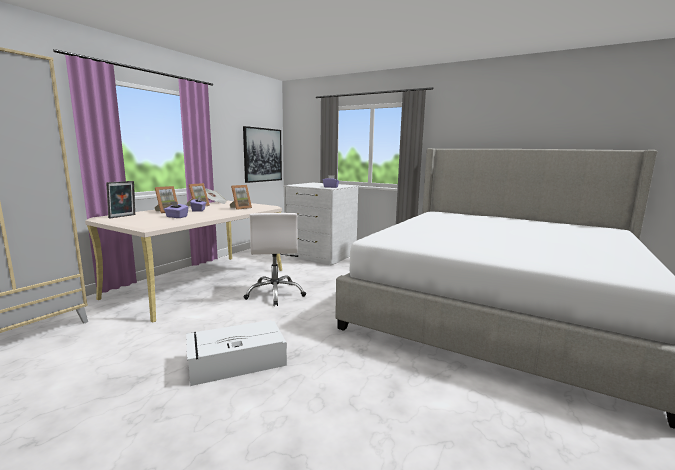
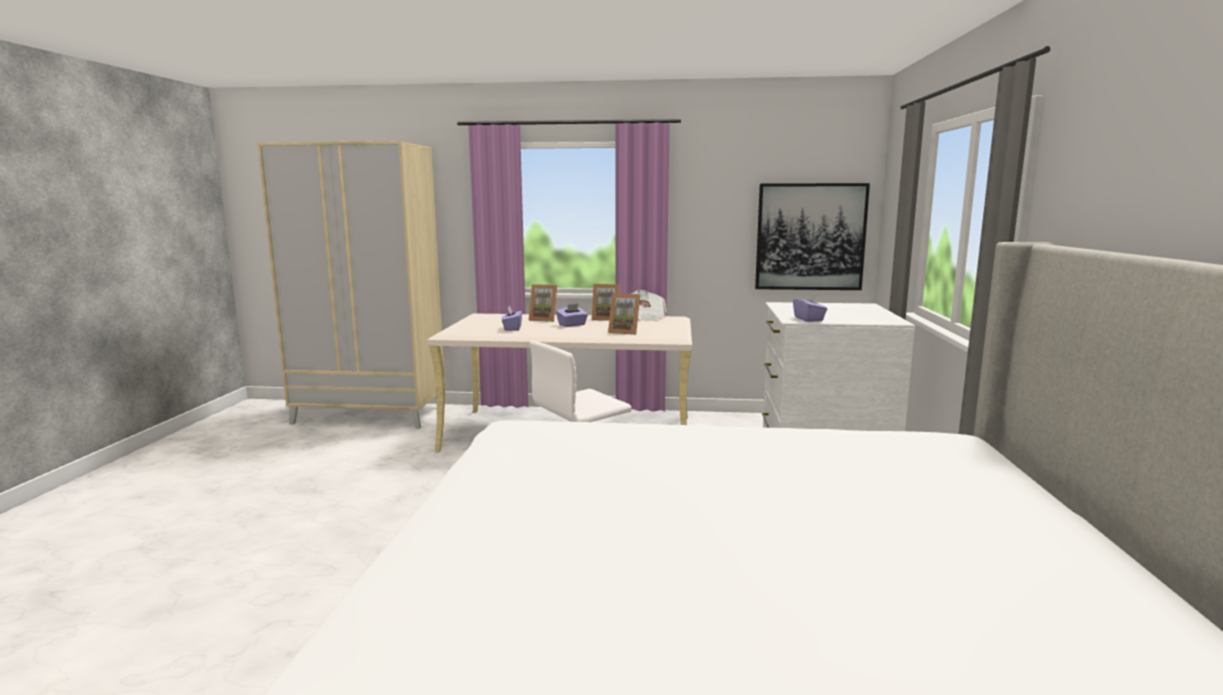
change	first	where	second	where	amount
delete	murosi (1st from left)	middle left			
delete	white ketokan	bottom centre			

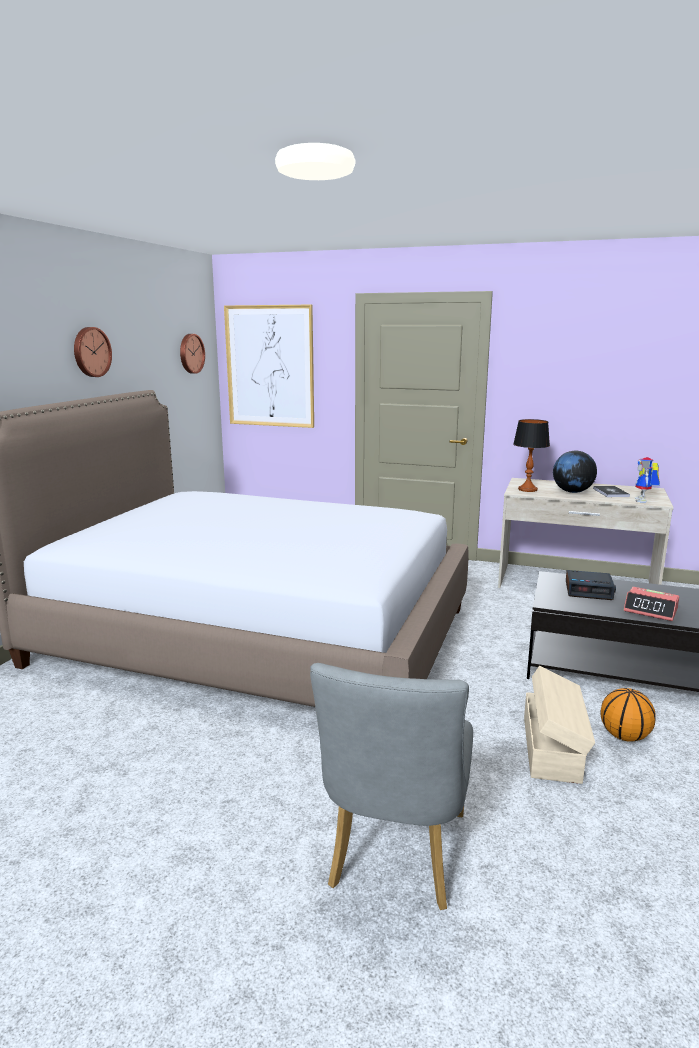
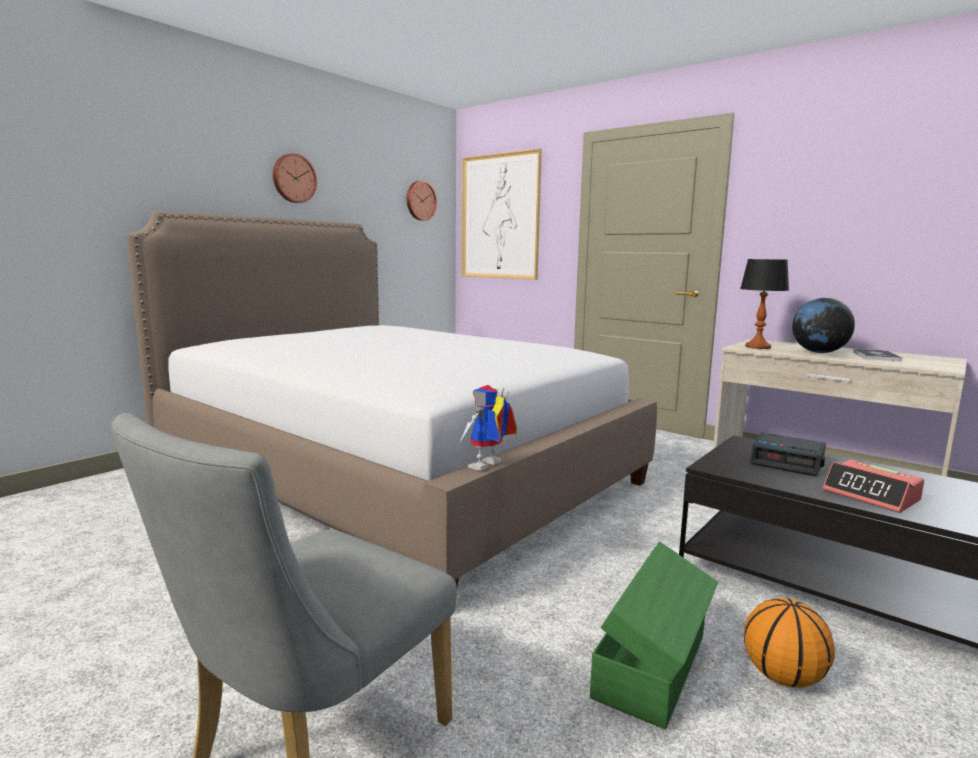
change	first	where	second	where	amount
recolor	beige ketokan	bottom right	green ketokan	bottom right	
move	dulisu	middle right		centre	

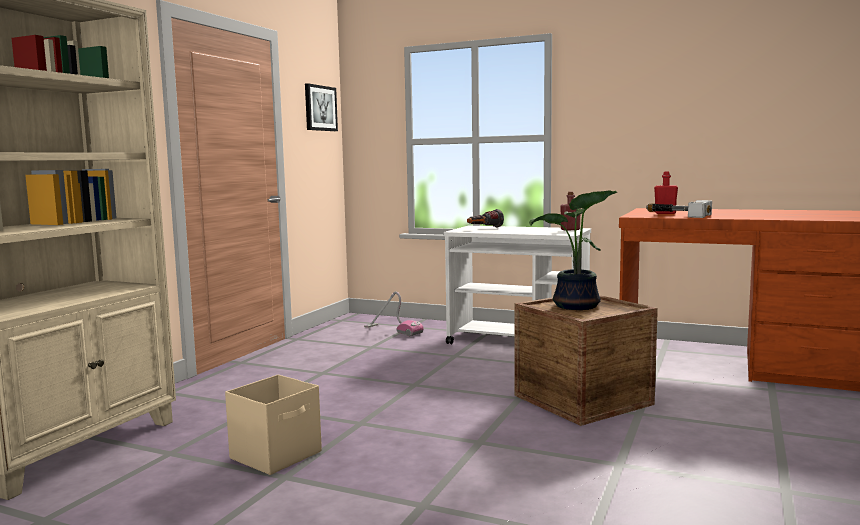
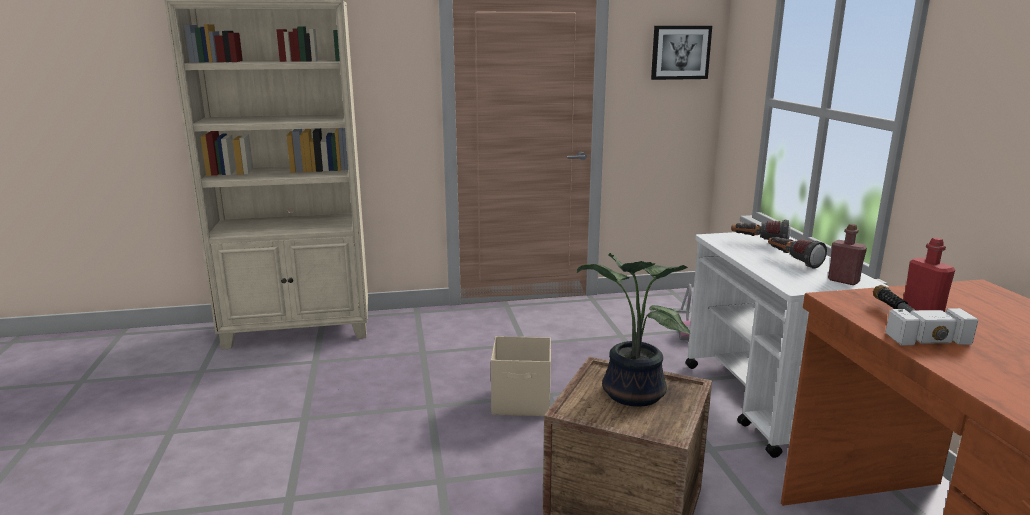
change	first	where	second	where	amount
move	beige ketokan	bottom left		bottom centre	
insert			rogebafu (2nd from left)	middle right	

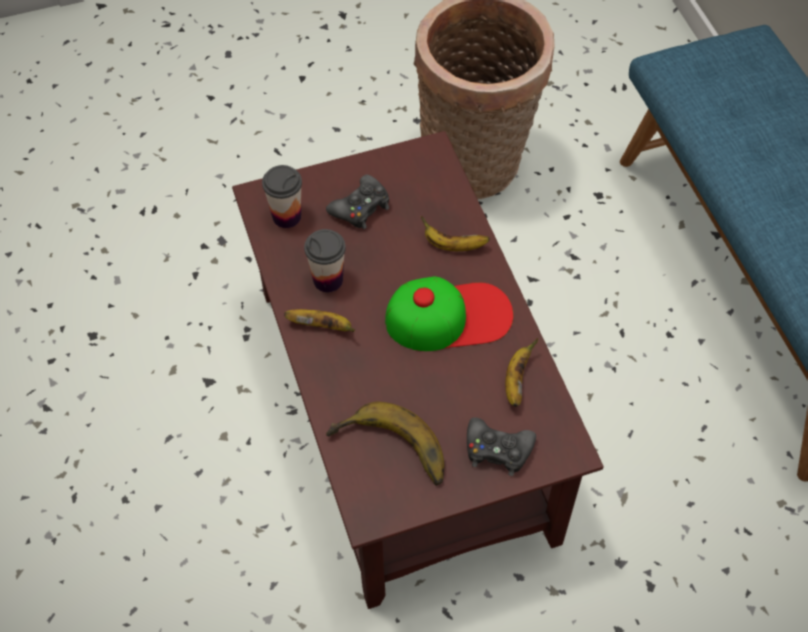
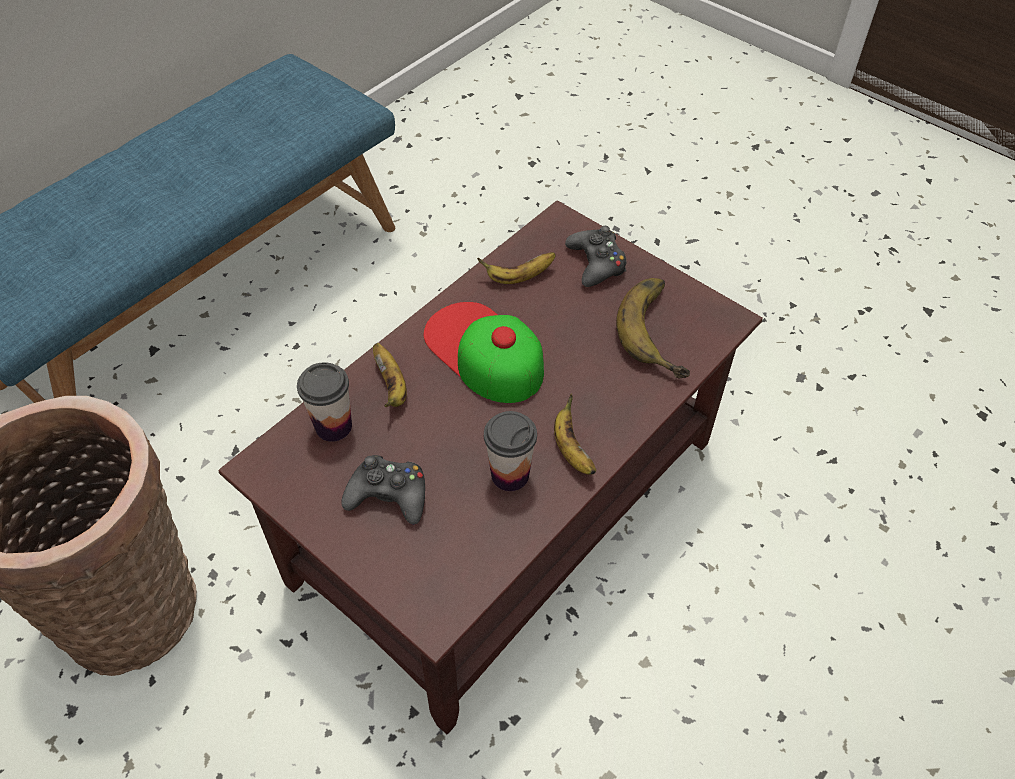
change	first	where	second	where	amount
move	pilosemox (1st from left)	top centre		middle left	

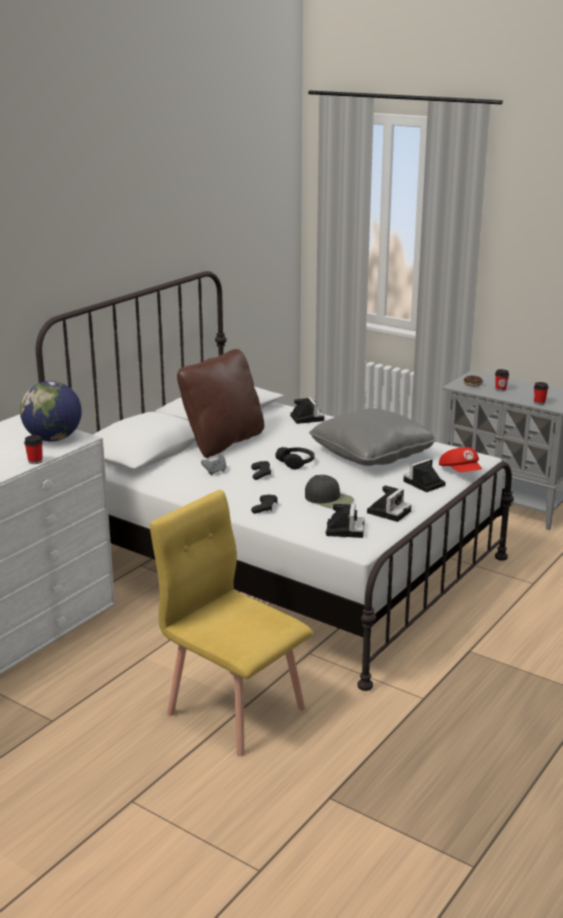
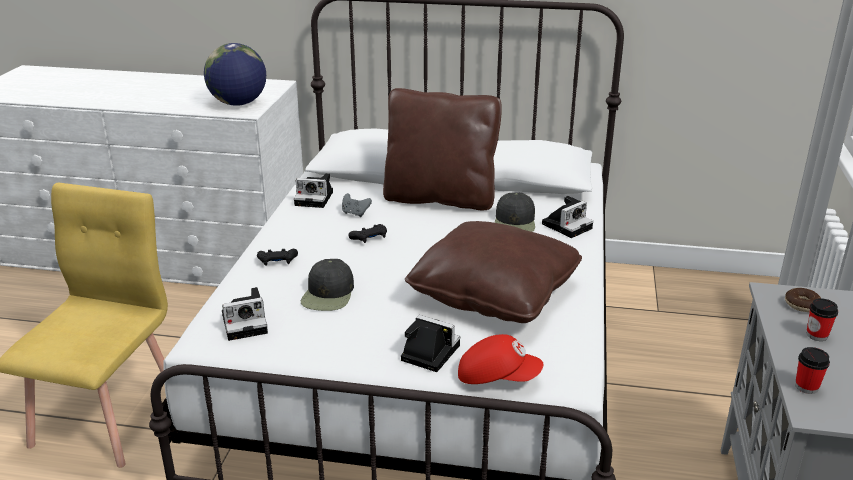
change	first	where	second	where	amount
delete	pilosemox (1st from left)	middle left			
delete	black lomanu	centre			
recolor	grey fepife	centre	brown fepife (2nd from left)	centre	
move	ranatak (3rd from left in the first image)	middle right	ranatak (2nd from left)	centre	
rotate	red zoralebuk	middle right		bottom centre	120 degrees counterclockwise
insert			black zoralebuk (2nd from left)	centre	

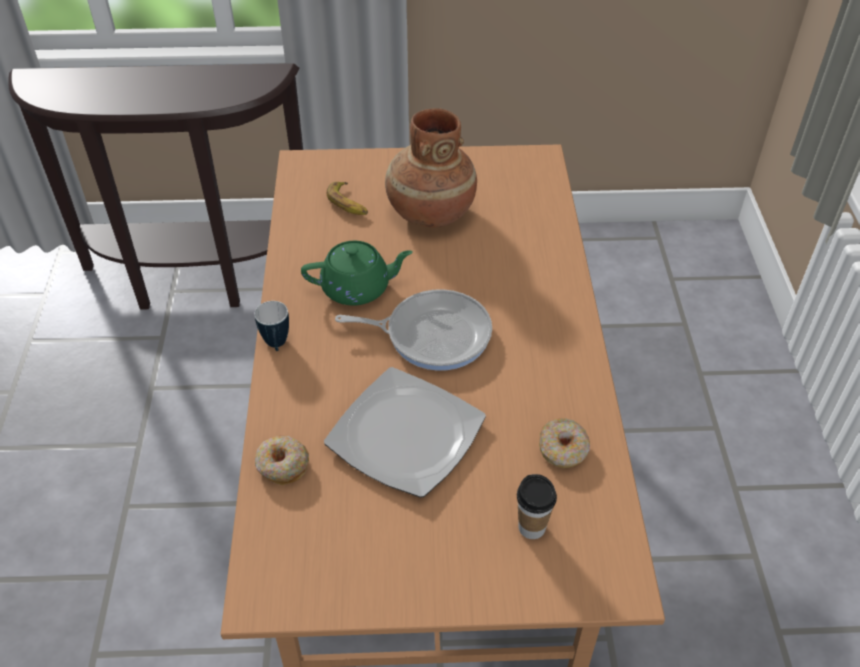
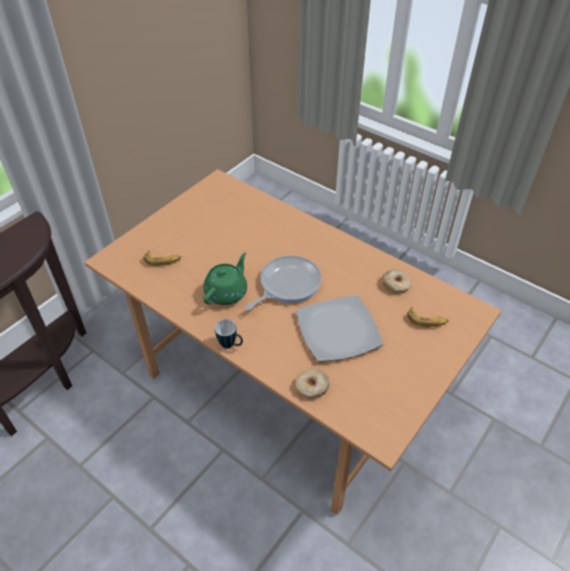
change	first	where	second	where	amount
delete	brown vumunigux	top centre			
replace	pilosemox	bottom centre	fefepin (2nd from left)	middle right	

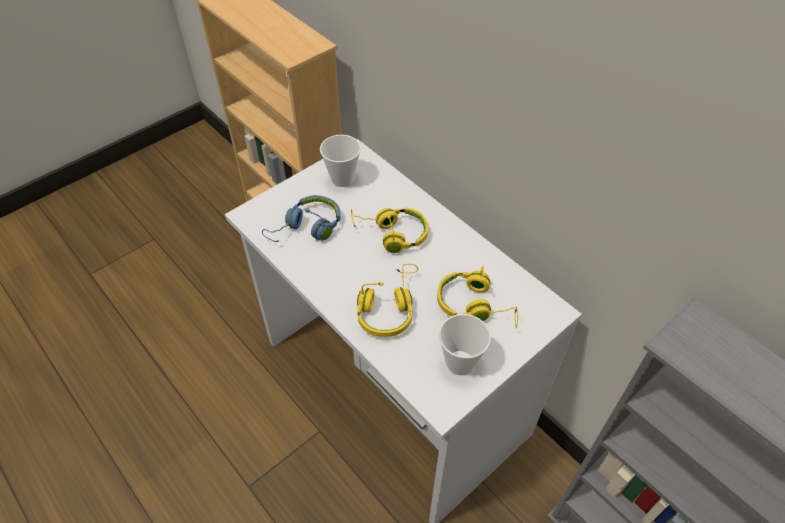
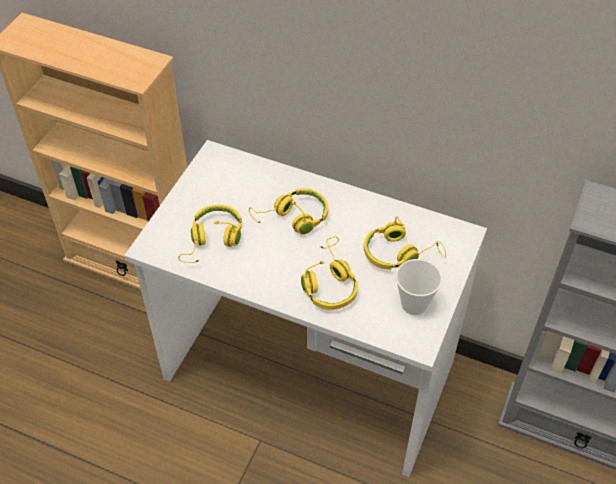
change	first	where	second	where	amount
recolor	blue lomanu	centre	yellow lomanu (1st from left)	centre	
delete	pilosemox (1st from left)	top centre			

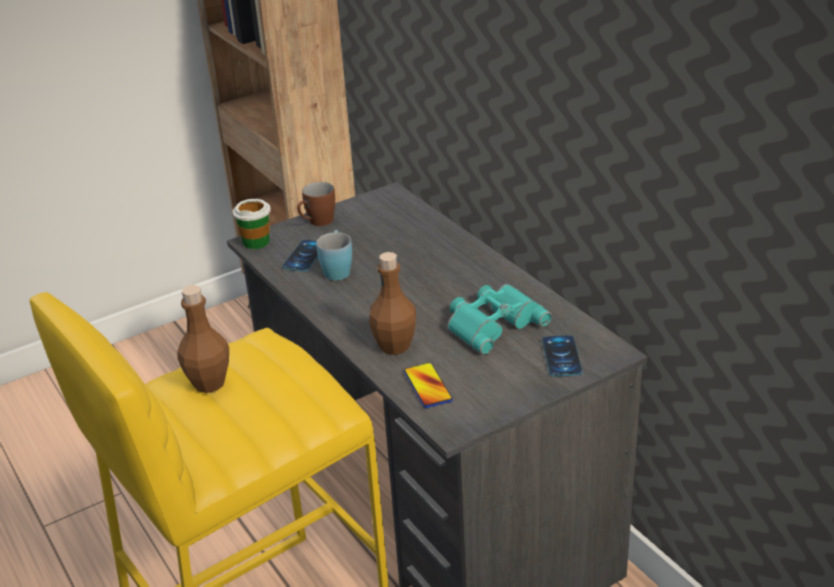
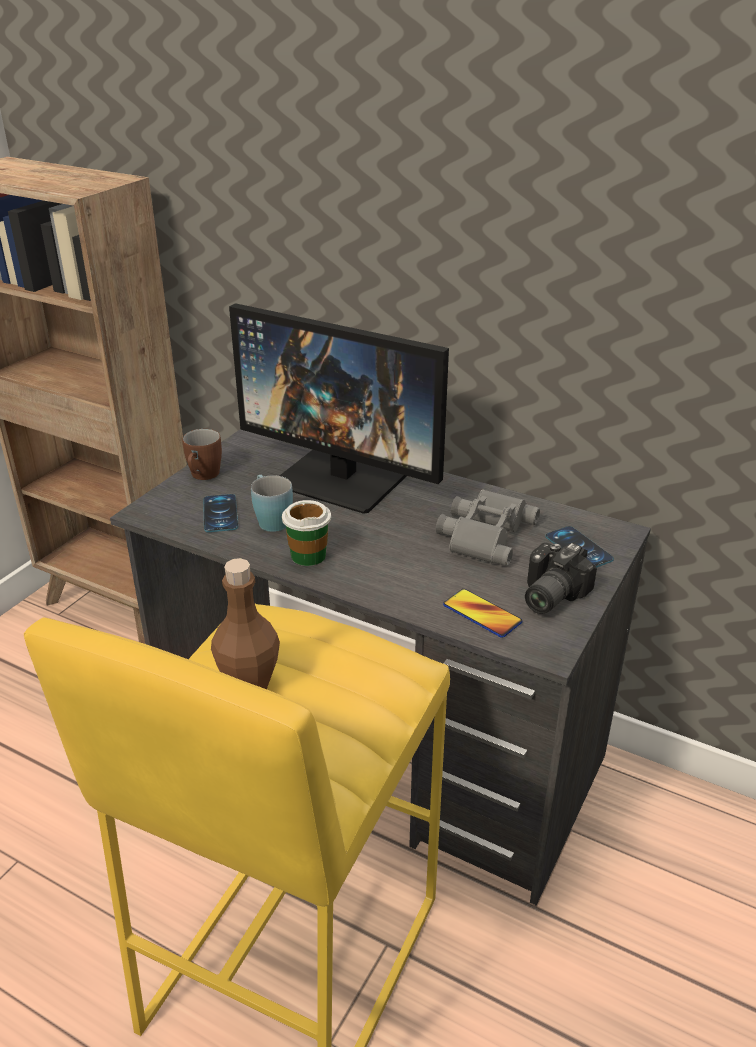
change	first	where	second	where	amount
move	pilosemox	middle left		centre	
delete	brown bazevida (2nd from left)	centre			
recolor	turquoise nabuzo	centre	grey nabuzo	centre	
insert			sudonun	centre	
insert			ranatak	middle right	

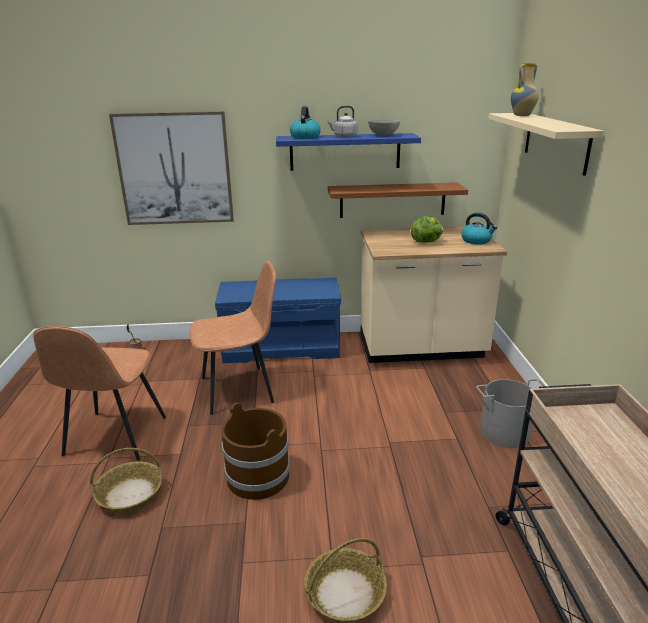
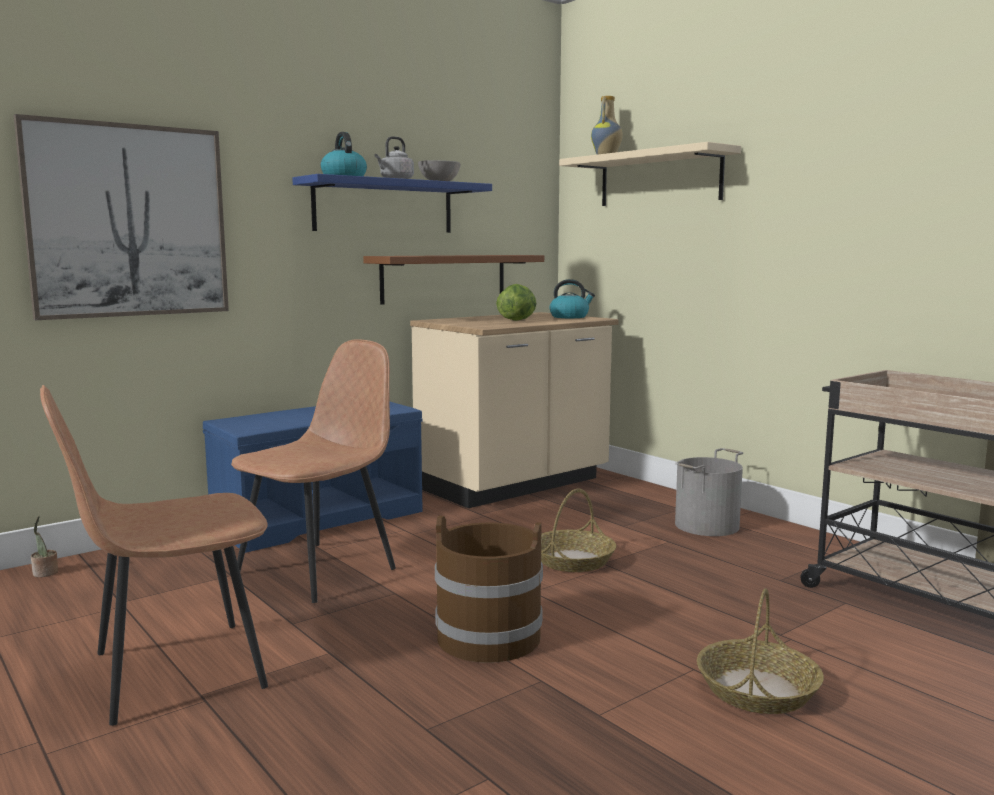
change	first	where	second	where	amount
rotate	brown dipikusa (1st from left)	middle left		bottom left	90 degrees clockwise
move	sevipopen (1st from left)	bottom left		bottom centre	

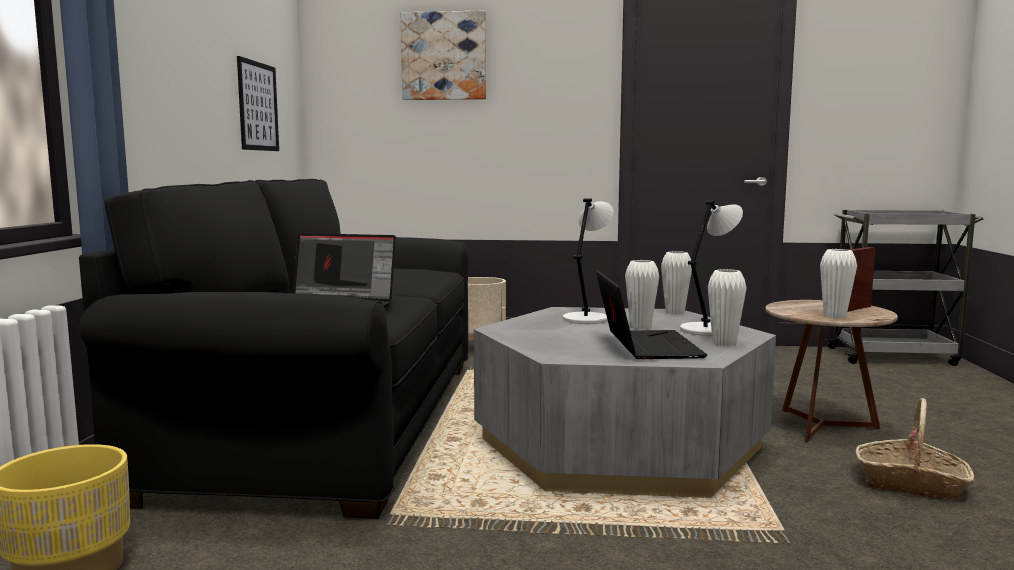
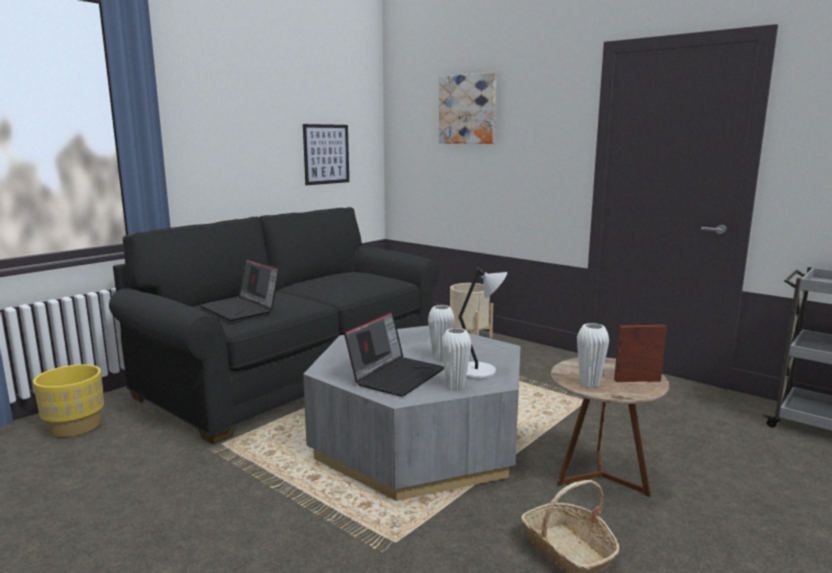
change	first	where	second	where	amount
delete	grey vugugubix (1st from left)	centre			
delete	white vumunigux (2nd from left)	middle right			

